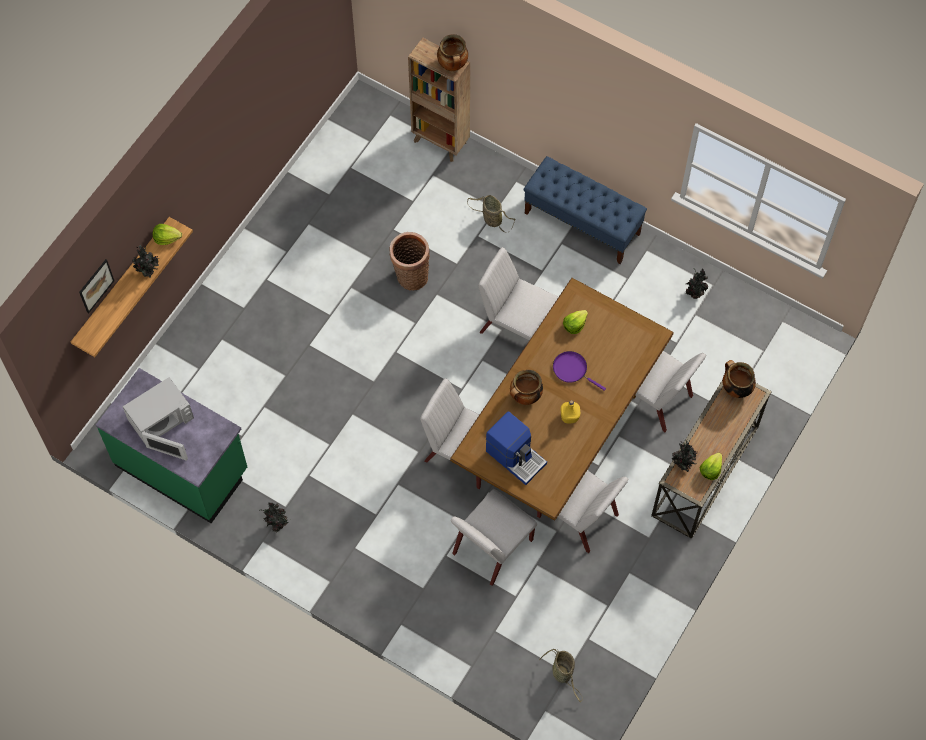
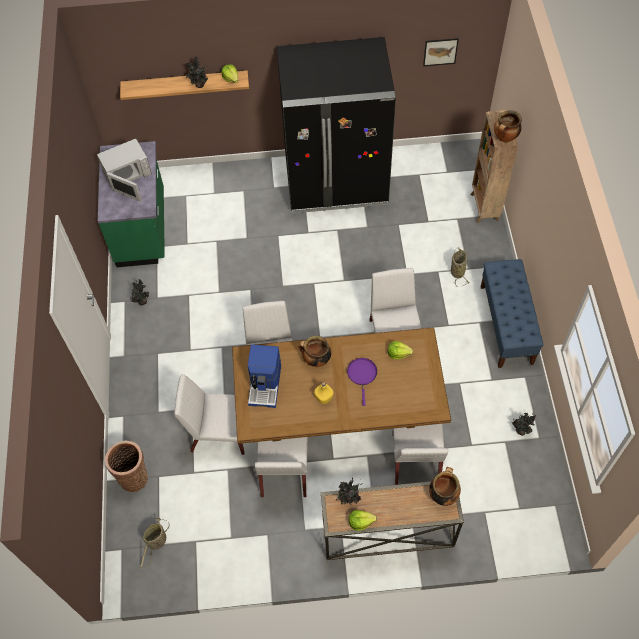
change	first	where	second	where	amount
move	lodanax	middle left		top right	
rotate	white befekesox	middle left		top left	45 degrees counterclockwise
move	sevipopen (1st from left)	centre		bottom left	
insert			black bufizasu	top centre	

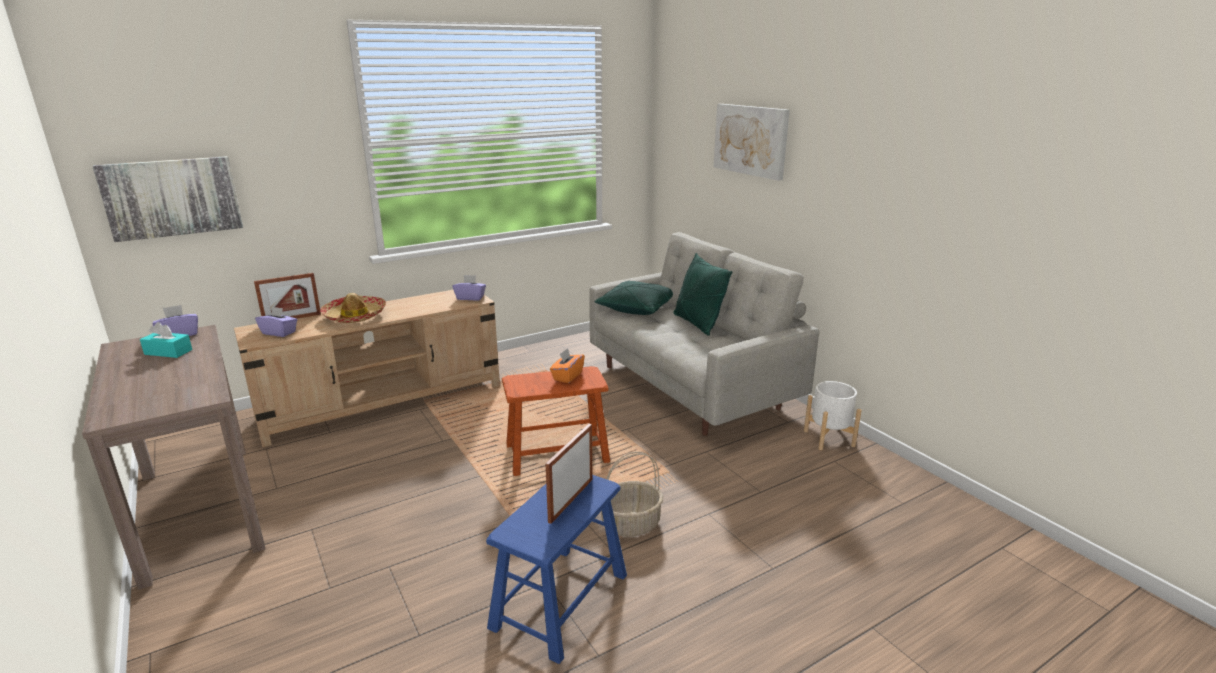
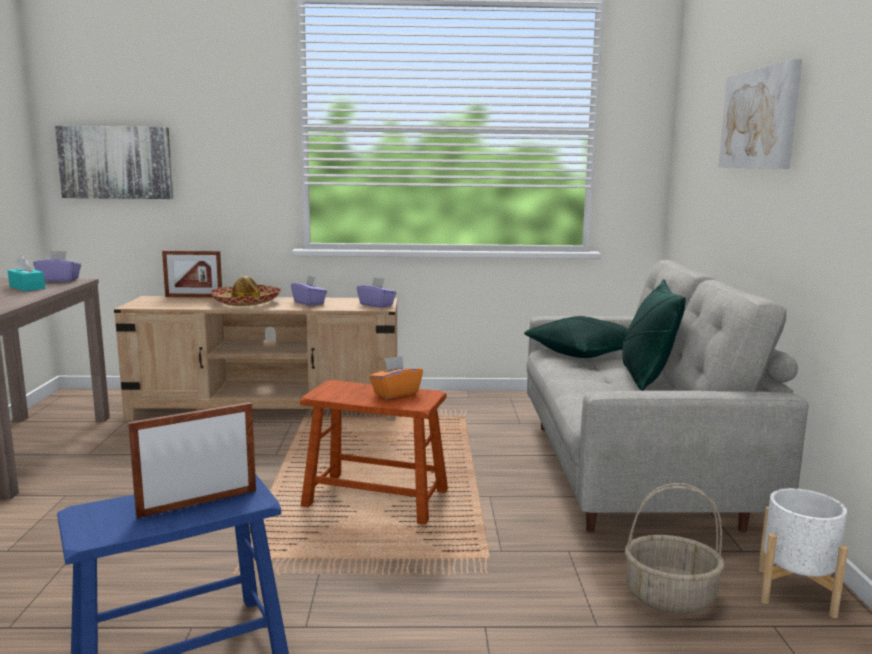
change	first	where	second	where	amount
move	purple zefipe (2nd from left)	middle left		centre	
move	sevipopen	bottom centre		bottom right	

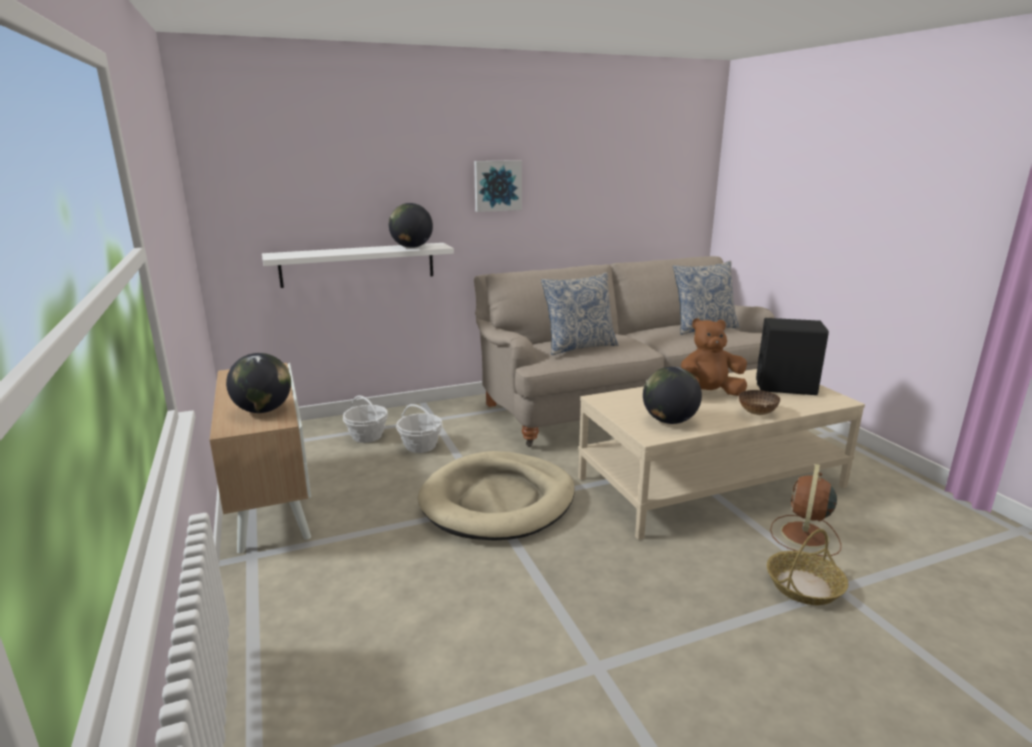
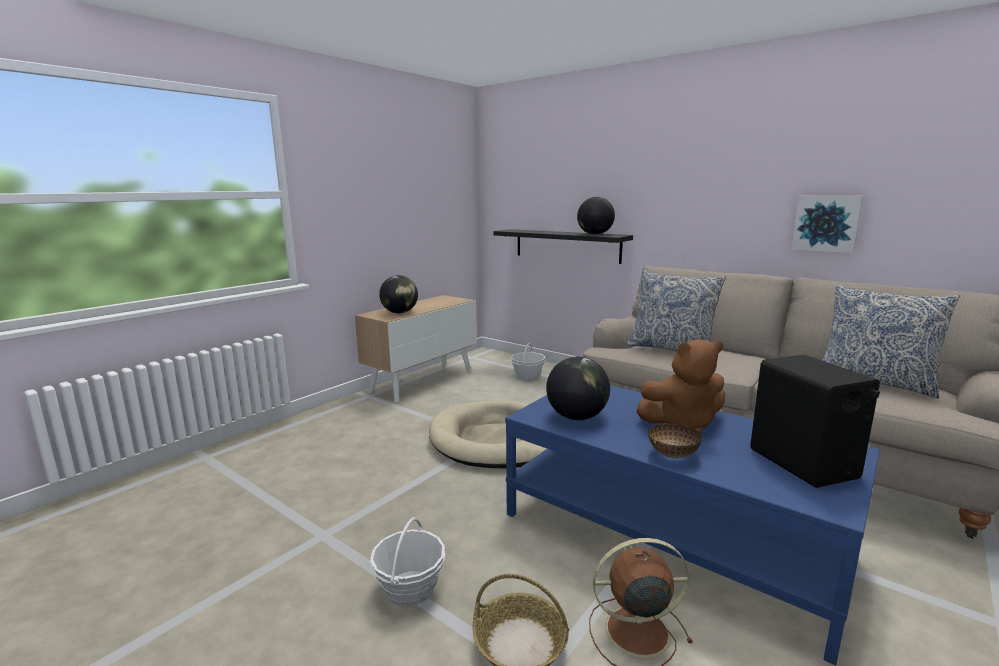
change	first	where	second	where	amount
recolor	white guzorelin	centre	black guzorelin	centre	
move	sevipopen (2nd from left in the first image)	centre	sevipopen (1st from left)	bottom centre	
move	lodanax	top centre		middle right	
recolor	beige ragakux	middle right	blue ragakux	bottom right	
rotate	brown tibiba	middle right		middle right	120 degrees clockwise

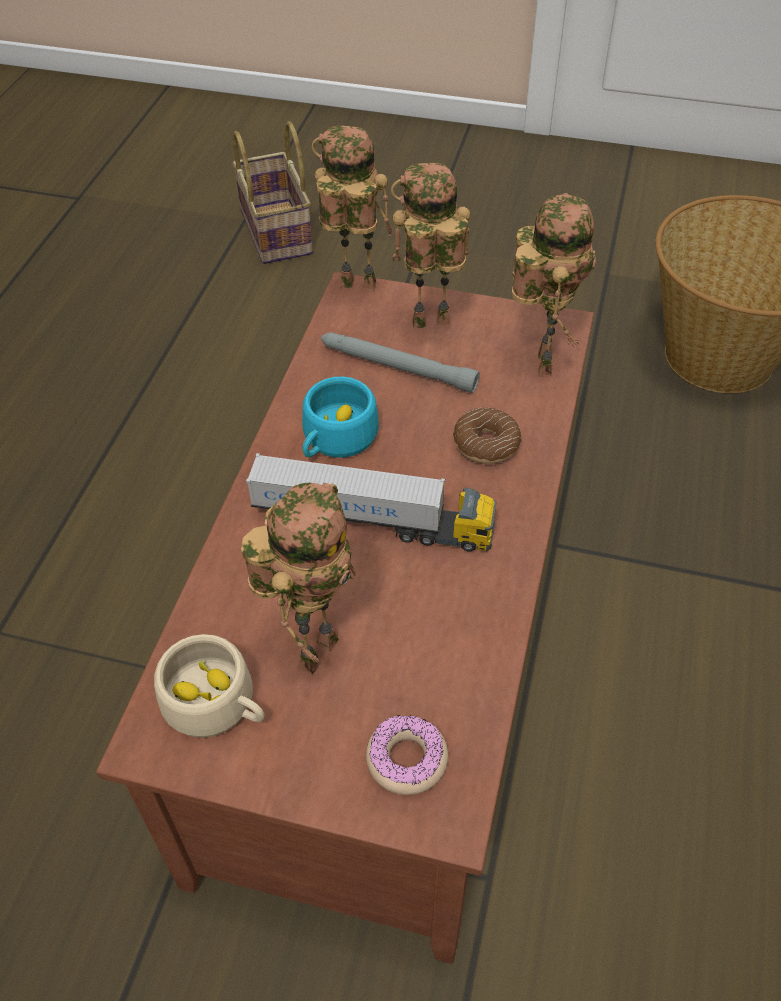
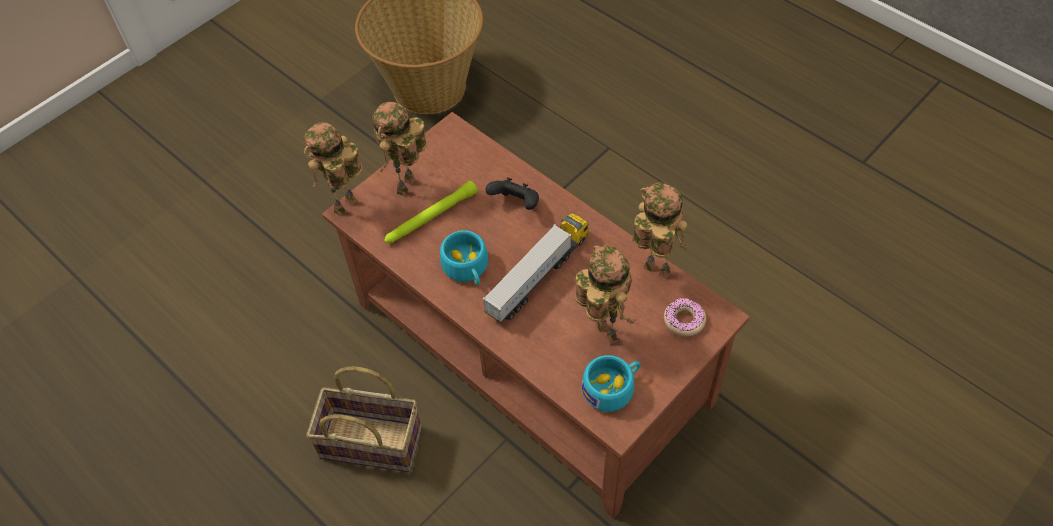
change	first	where	second	where	amount
recolor	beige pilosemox	bottom left	turquoise pilosemox (2nd from left)	bottom centre	
move	sevipopen (1st from left)	top centre		bottom centre	
recolor	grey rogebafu	centre	green rogebafu	centre	
replace	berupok (2nd from left)	centre	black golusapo	centre	
move	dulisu (4th from left)	top right		centre	

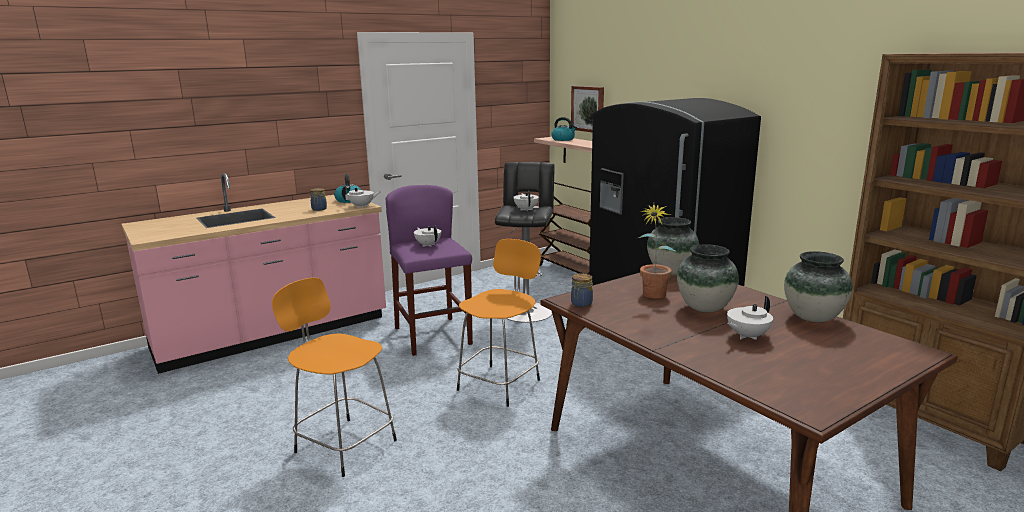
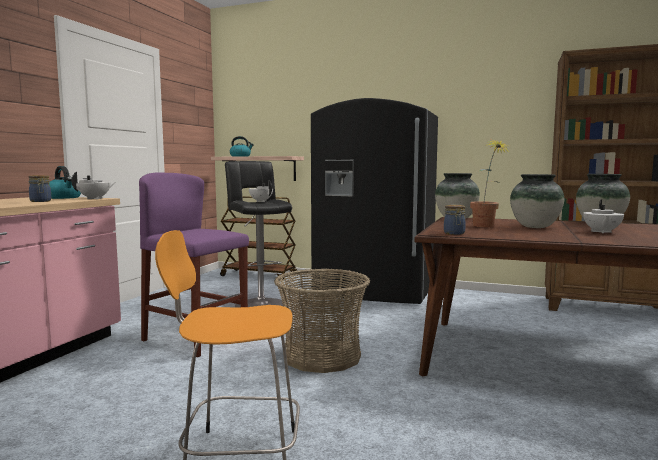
change	first	where	second	where	amount
delete	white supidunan (2nd from left)	centre			
replace	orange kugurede (2nd from left)	centre	sevipopen	bottom centre	
delete	lodanax	top centre			

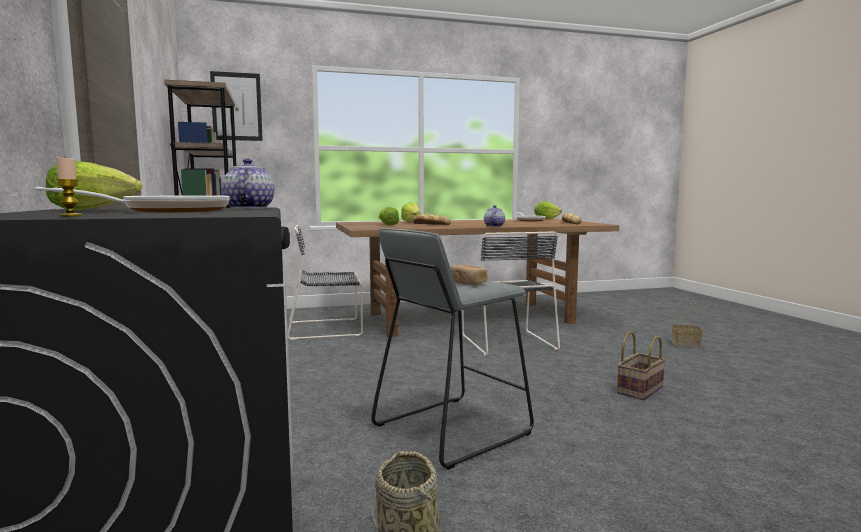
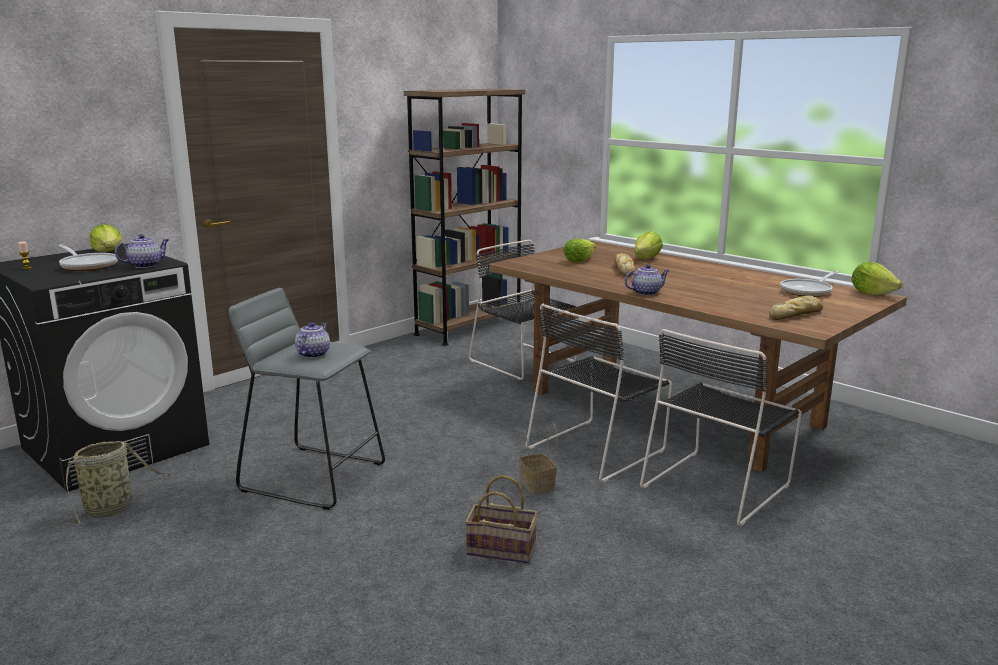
change	first	where	second	where	amount
delete	lodanax	top left			
replace	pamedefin (2nd from left)	centre	supidunan (2nd from left)	middle left	
move	sevipopen (3rd from left)	middle right		bottom centre	
insert			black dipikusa (3rd from left)	middle right	

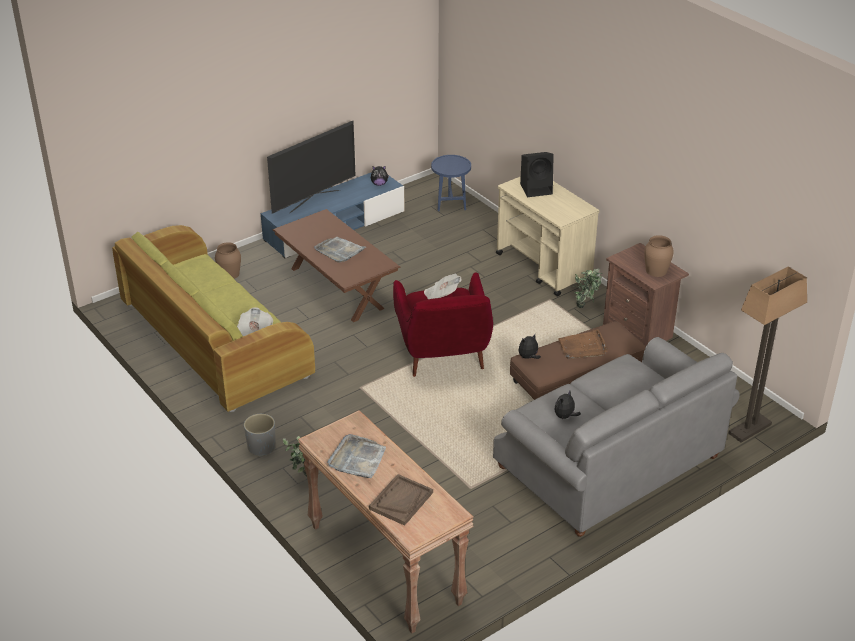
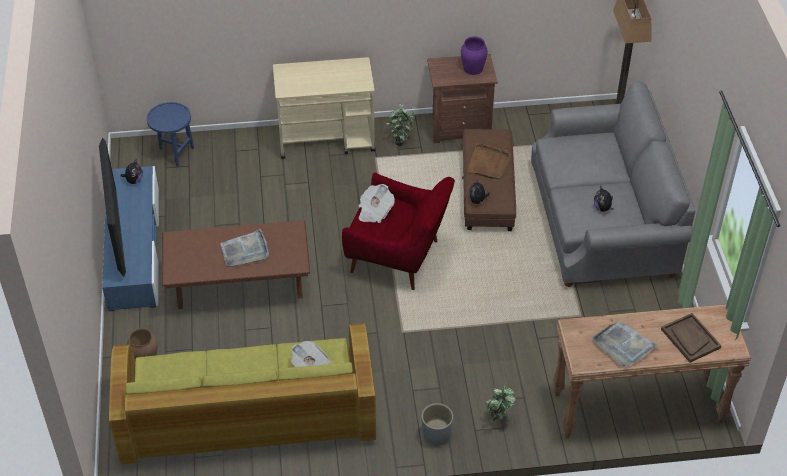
change	first	where	second	where	amount
delete	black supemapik	top centre			
recolor	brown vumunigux (2nd from left)	middle right	purple vumunigux	top centre	

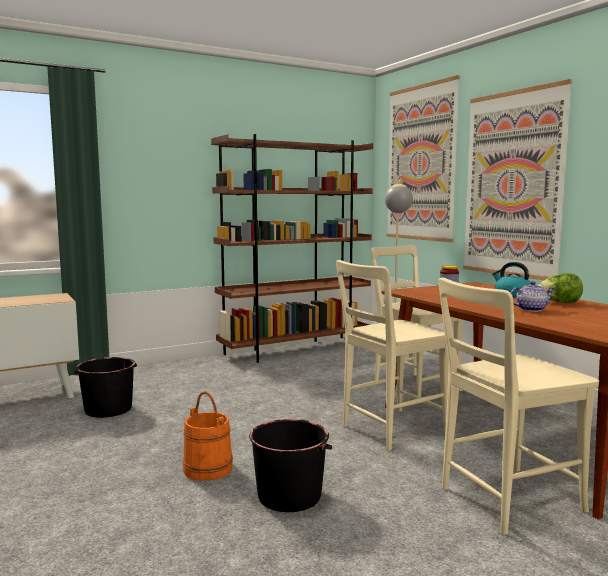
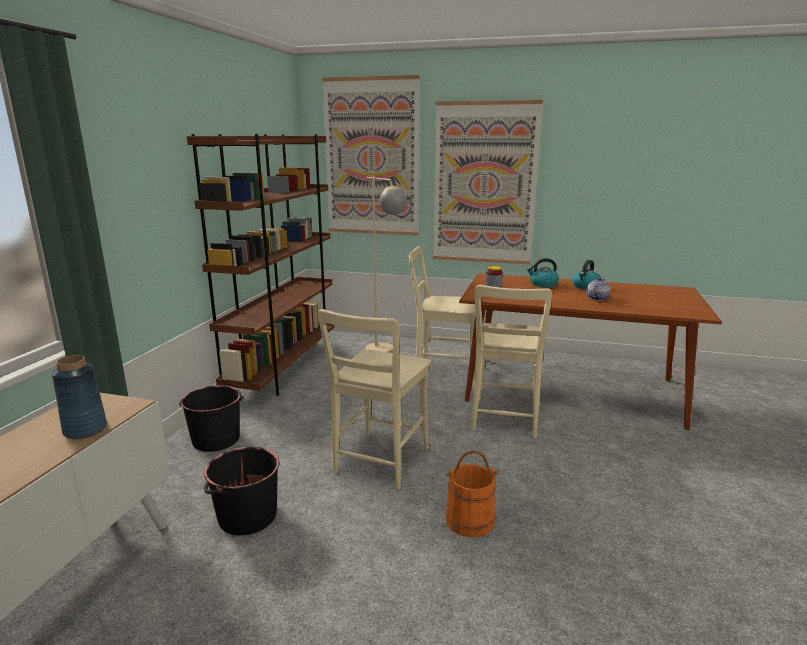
change	first	where	second	where	amount
move	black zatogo (2nd from left in the first image)	bottom centre	black zatogo (1st from left)	middle left	
move	beige dipikusa (3rd from left in the first image)	bottom right	beige dipikusa (1st from left)	centre	
replace	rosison	middle right	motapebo (2nd from left)	middle right	
insert			blue vumunigux	middle left	

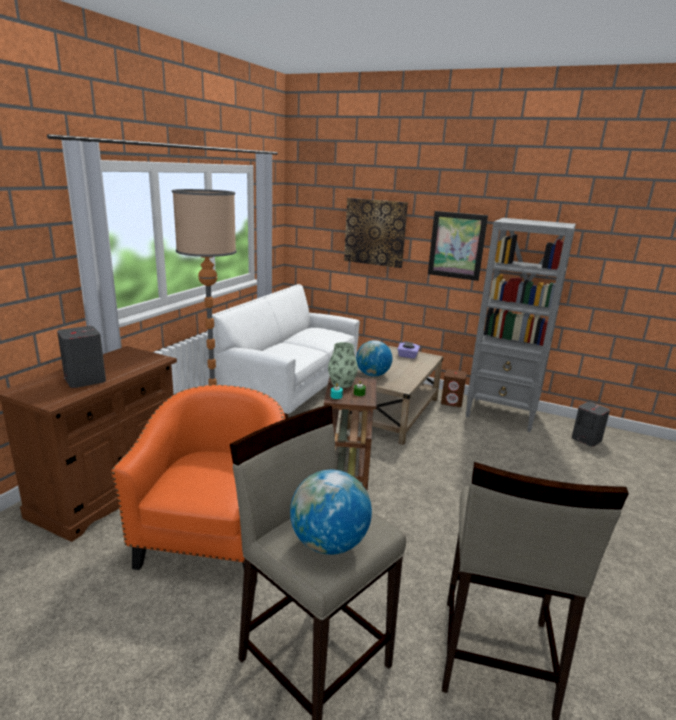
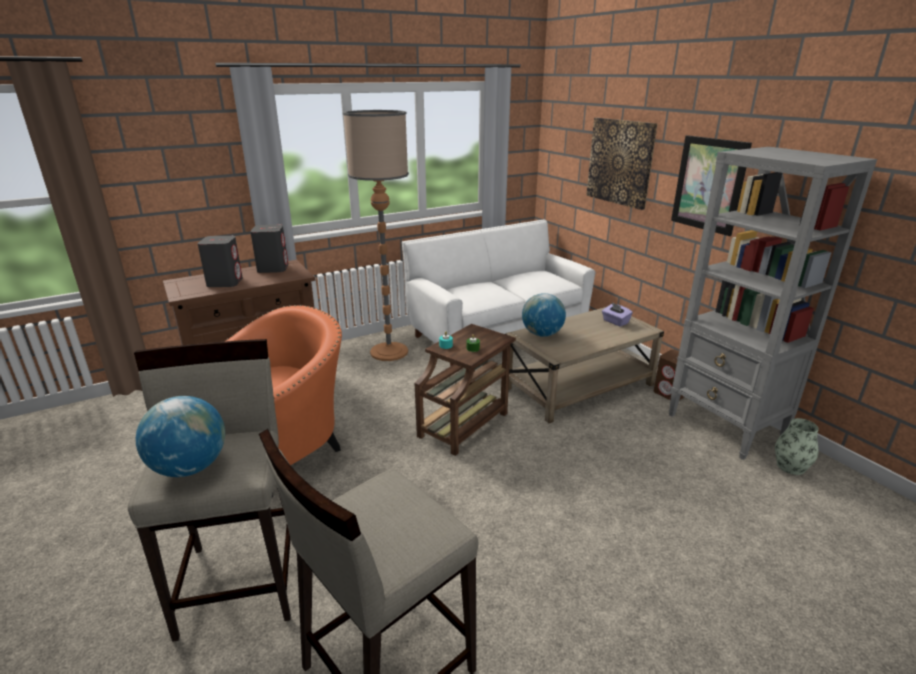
change	first	where	second	where	amount
move	vumunigux	centre		middle right	
move	grey supemapik (2nd from left)	middle right		middle left	

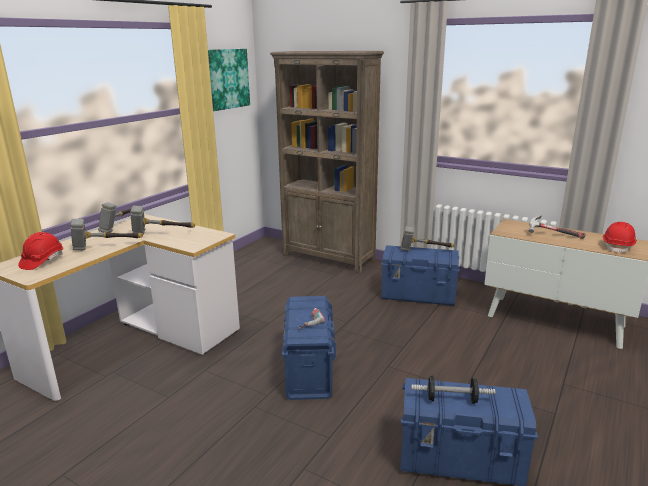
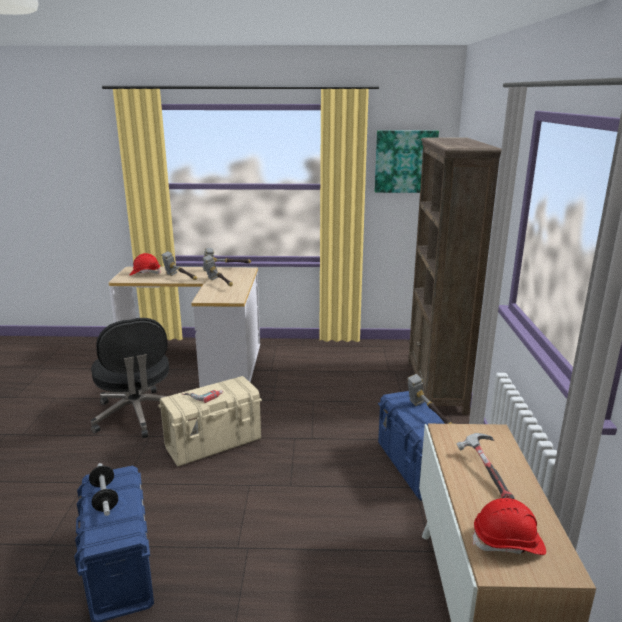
change	first	where	second	where	amount
recolor	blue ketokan (1st from left)	bottom centre	beige ketokan	bottom centre	
insert			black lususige	middle left	

